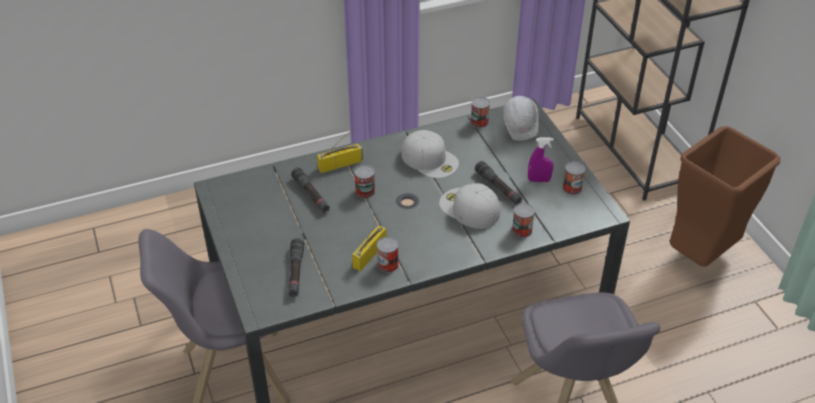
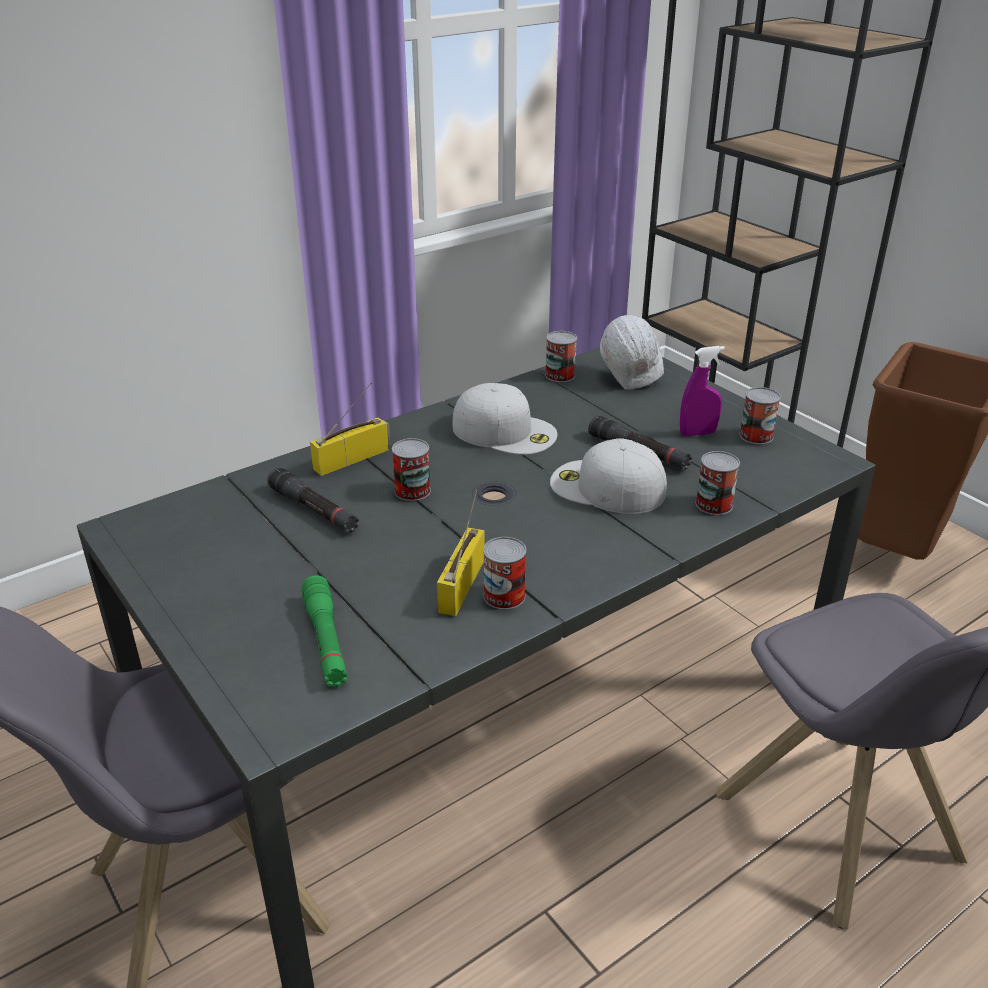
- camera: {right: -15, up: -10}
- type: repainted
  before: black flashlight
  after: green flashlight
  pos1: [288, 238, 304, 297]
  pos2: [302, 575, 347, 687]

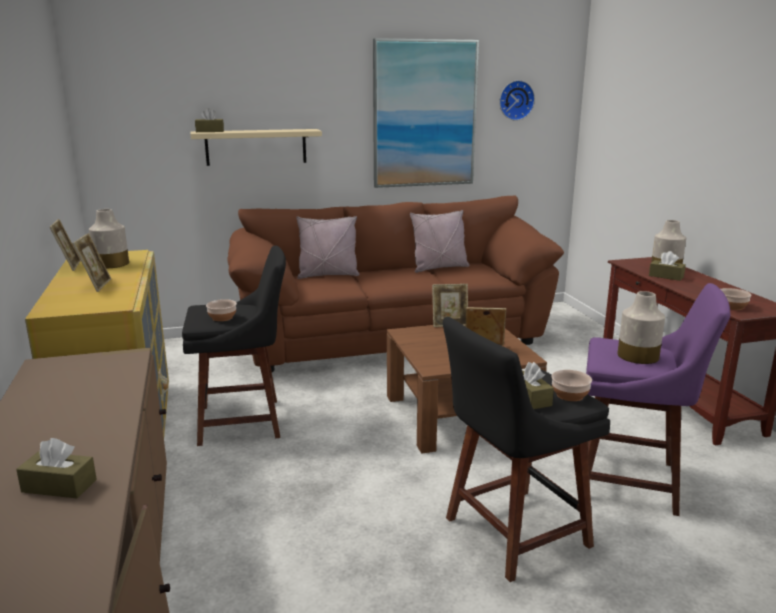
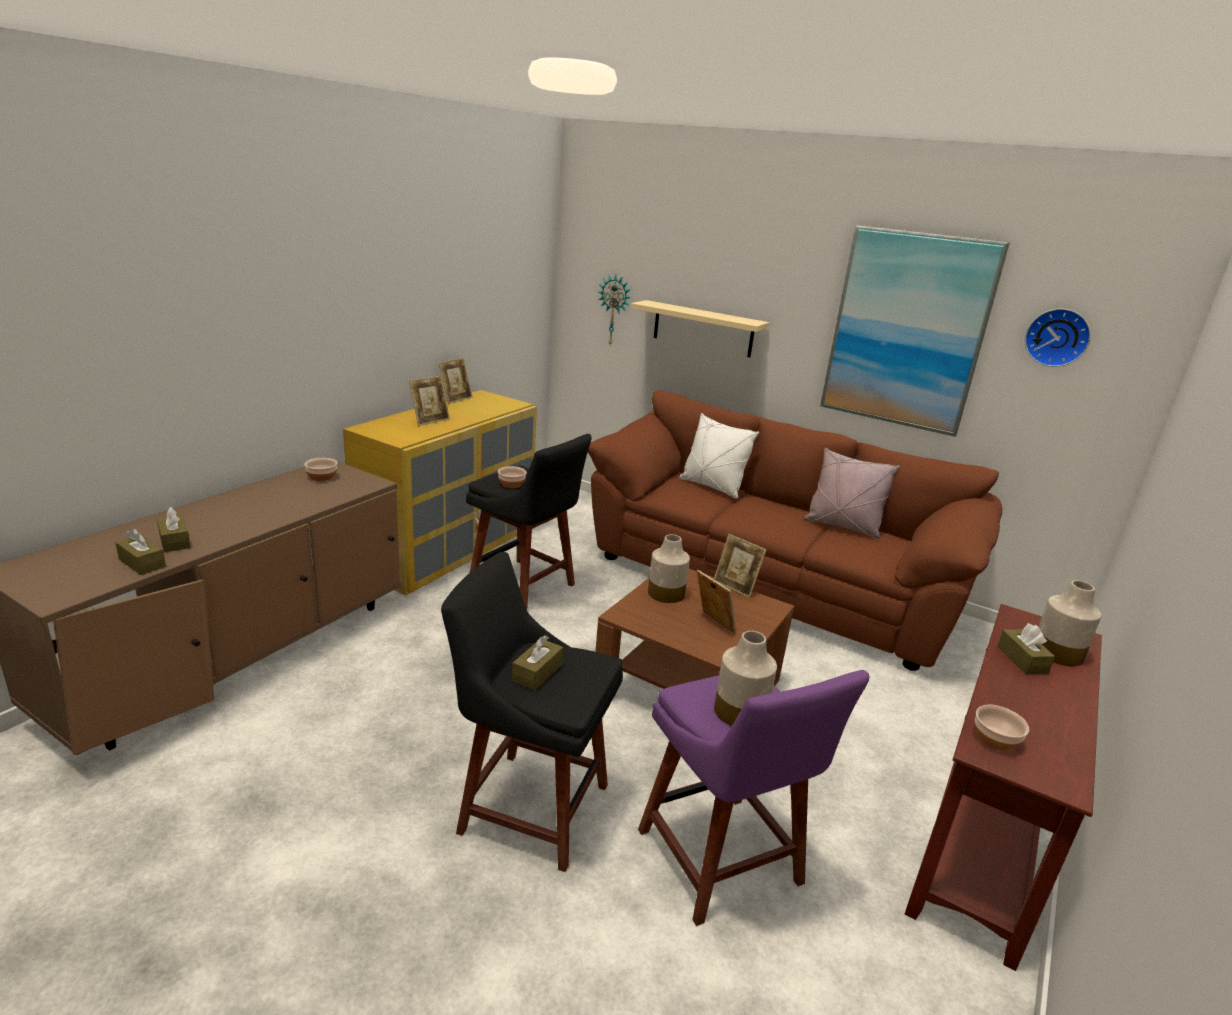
- camera: {right: 45, up: 5}
- type: shifted
  before: brown tissue box
  pos1: [195, 108, 224, 132]
  pos2: [115, 528, 166, 575]
- type: shifted
  before: beige vase
  pos1: [89, 209, 129, 269]
  pos2: [648, 534, 690, 603]
- type: repainted
  before: purple pillow
  after: white pillow
  pos1: [296, 216, 359, 279]
  pos2: [679, 413, 759, 499]
- type: shifted
  before: bowl
  pos1: [551, 370, 592, 401]
  pos2: [304, 458, 338, 481]
- type: new
  after: wall clock
  pos2: [598, 275, 631, 345]

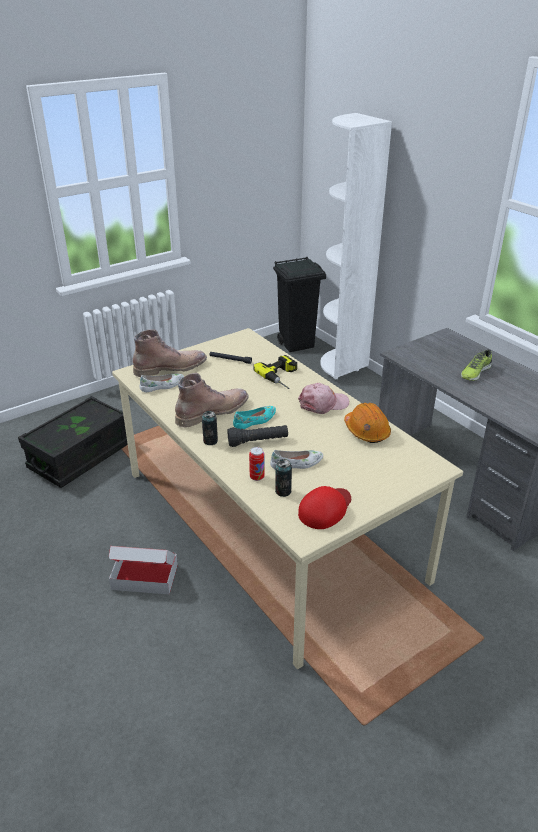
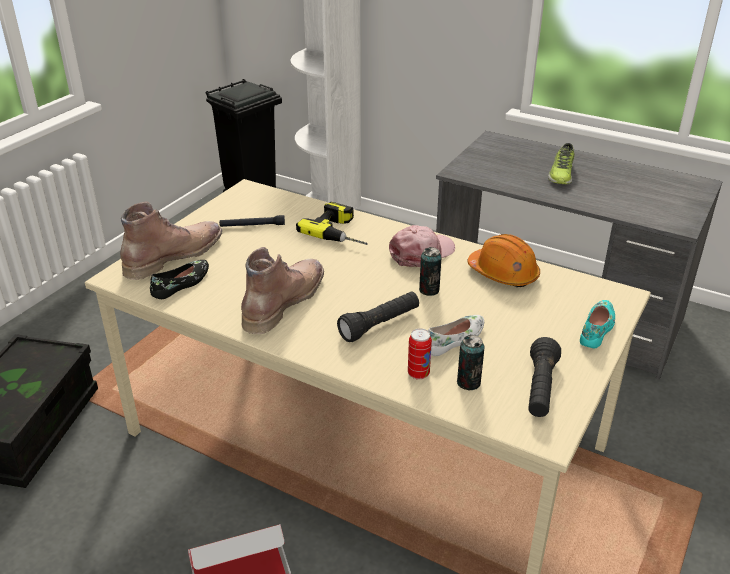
- camera: {right: -25, up: 0}
- type: repainted
  before: white shoe
  after: black shoe
  pos1: [140, 374, 184, 392]
  pos2: [150, 260, 209, 299]
- type: shifted
  before: turquoise shoe
  pos1: [233, 406, 276, 430]
  pos2: [580, 300, 615, 348]
- type: shifted
  before: can
  pos1: [202, 411, 218, 445]
  pos2: [419, 247, 442, 296]
- type: swapped
  before: red cap
  after: black flashlight
  pos1: [298, 486, 351, 529]
  pos2: [528, 337, 561, 417]

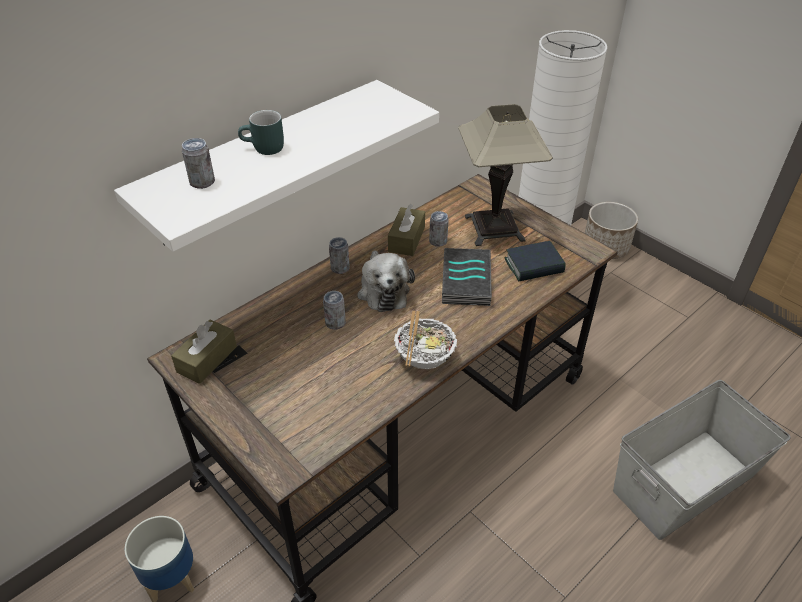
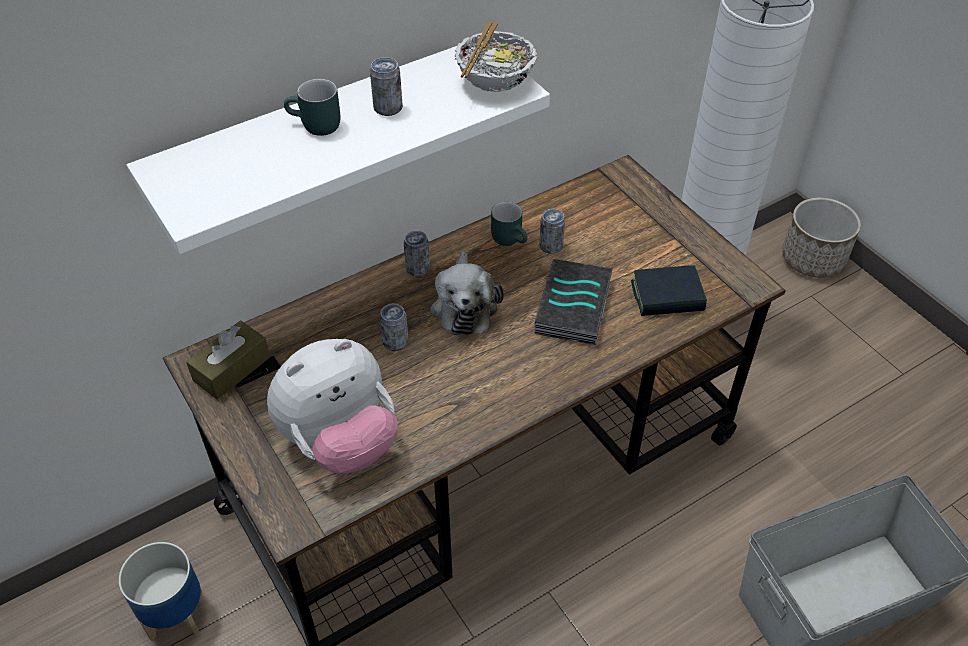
- camera: {right: 10, up: 5}
- type: gone
  before: table lamp
  pos1: [458, 104, 553, 246]
- type: shifted
  before: can
  pos1: [182, 138, 215, 189]
  pos2: [370, 57, 403, 116]
- type: swapped
  before: brown tissue box
  after: turquoise mug
  pos1: [388, 204, 425, 256]
  pos2: [491, 202, 527, 246]
- type: shifted
  before: bowl
  pos1: [394, 311, 457, 369]
  pos2: [454, 21, 537, 92]
- type: new
  after: plush toy
  pos2: [267, 339, 398, 474]

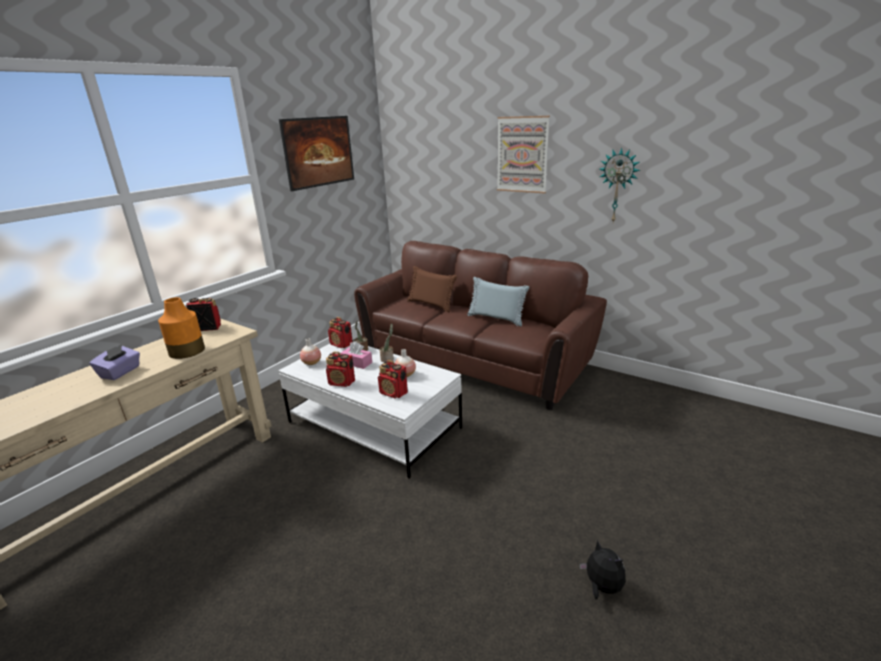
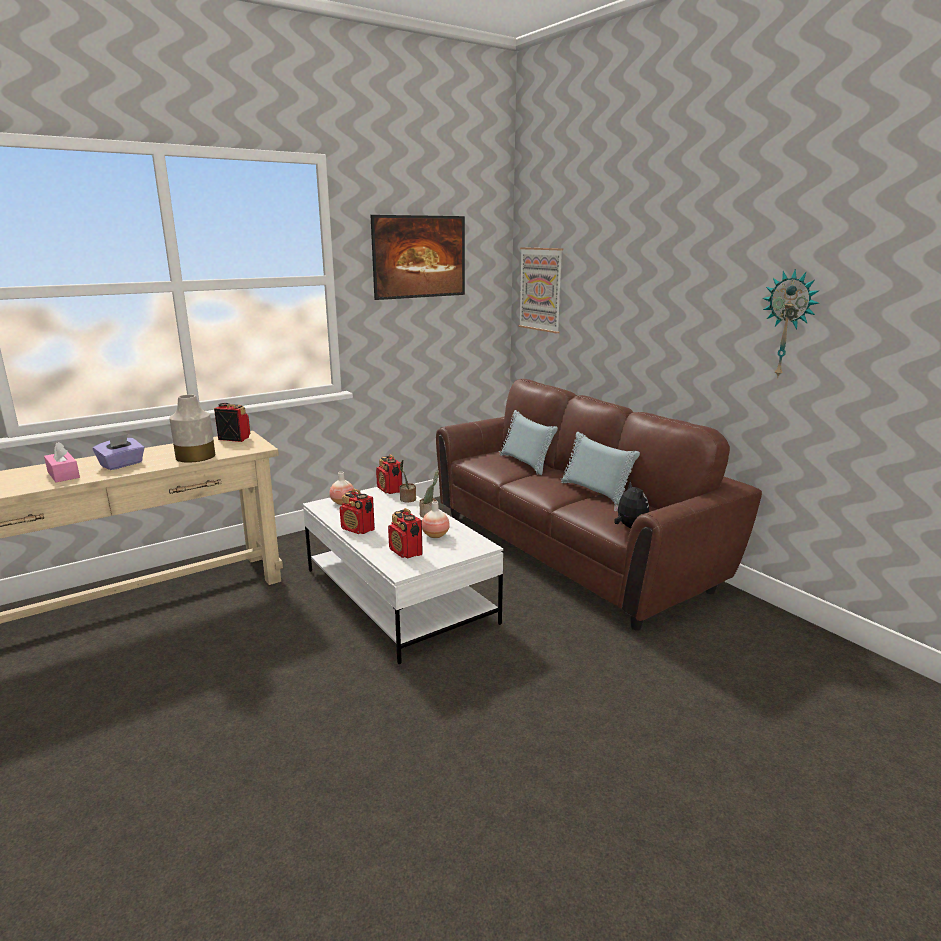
- camera: {right: 20, up: -5}
- type: shifted
  before: picture
  pos1: [497, 116, 550, 193]
  pos2: [518, 247, 563, 333]
- type: repainted
  before: brown pillow
  after: blue pillow
  pos1: [407, 266, 457, 312]
  pos2: [499, 410, 558, 475]
- type: repainted
  before: orange vase
  after: beige vase
  pos1: [158, 297, 205, 359]
  pos2: [169, 395, 215, 463]
- type: shifted
  before: pink tissue box
  pos1: [340, 341, 372, 369]
  pos2: [44, 442, 80, 482]
- type: shifted
  before: plush toy
  pos1: [579, 540, 626, 600]
  pos2: [614, 480, 649, 528]

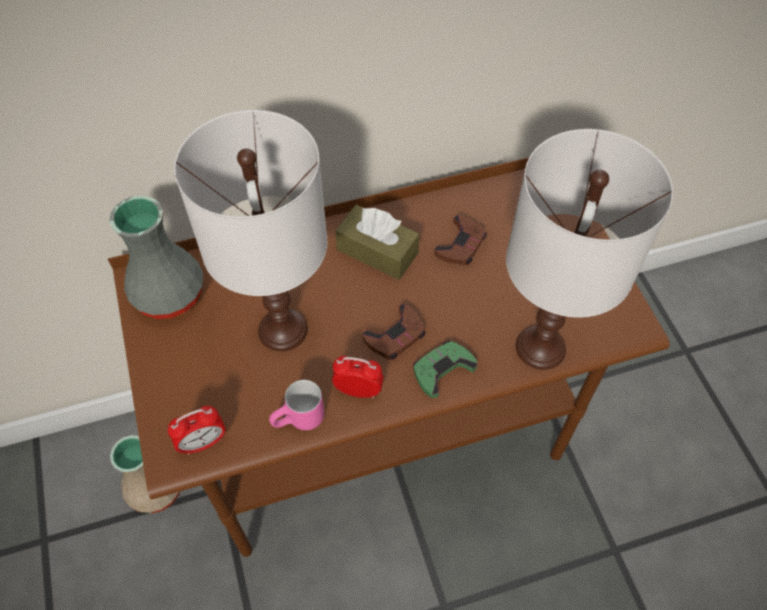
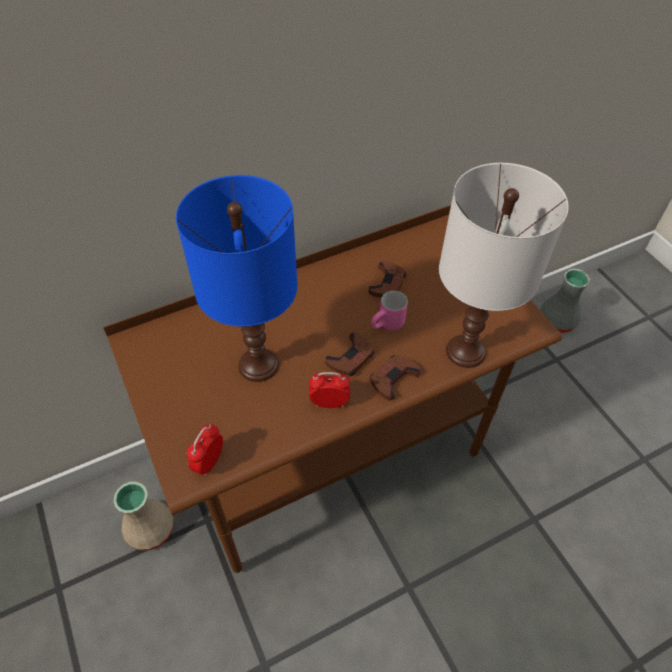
- camera: {right: -10, up: -5}
- type: repainted
  before: white table lamp
  after: blue table lamp
  pos1: [174, 110, 327, 351]
  pos2: [176, 175, 298, 382]
- type: shifted
  before: grey vase
  pos1: [109, 195, 203, 319]
  pos2: [540, 269, 590, 333]
- type: gone
  before: brown tissue box
  pos1: [335, 205, 420, 280]
- type: repainted
  before: green game controller
  after: brown game controller
  pos1: [413, 341, 478, 398]
  pos2: [370, 355, 421, 401]
- type: shifted
  before: pink mug
  pos1: [269, 380, 324, 430]
  pos2: [371, 291, 408, 330]
- type: rotated
  before: alarm clock
  pos1: [168, 406, 226, 455]
  pos2: [187, 424, 223, 476]
  turn: 150

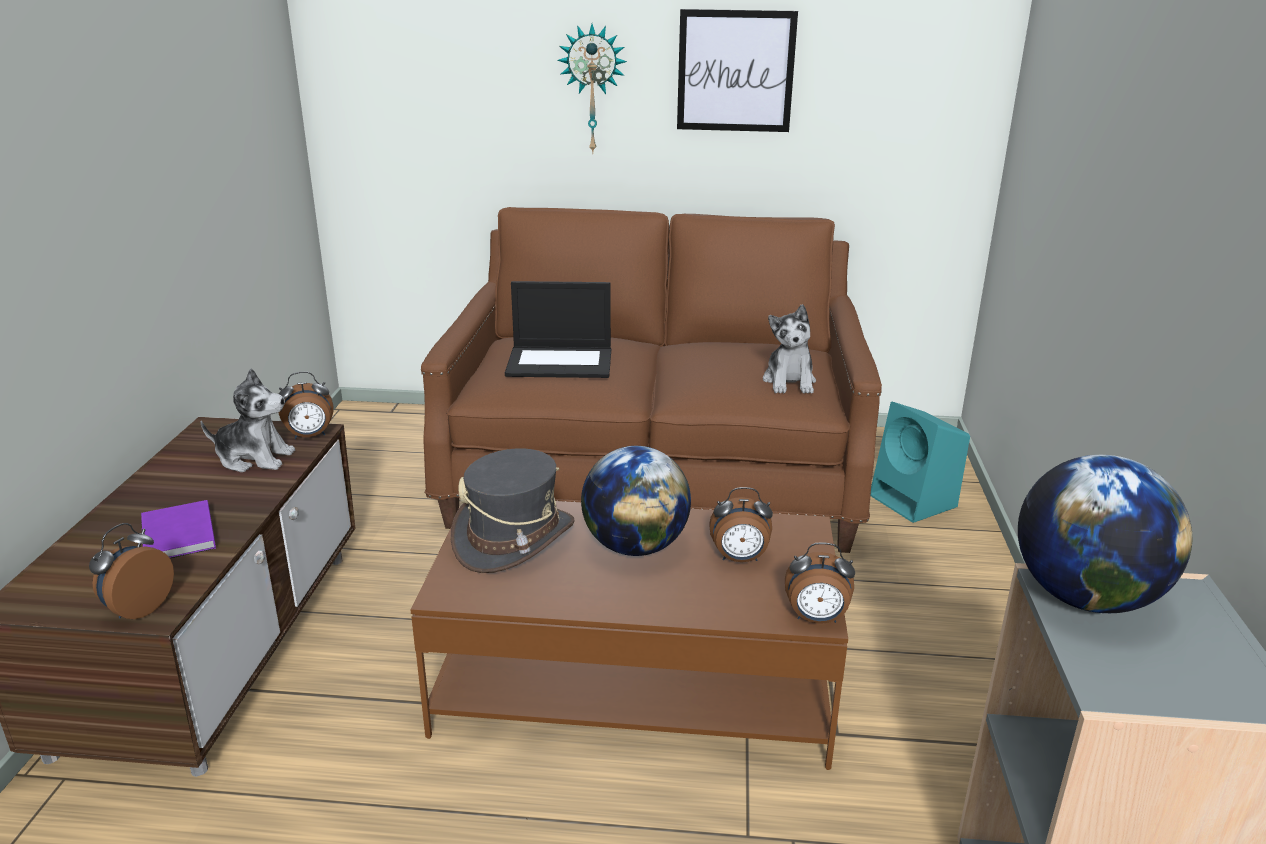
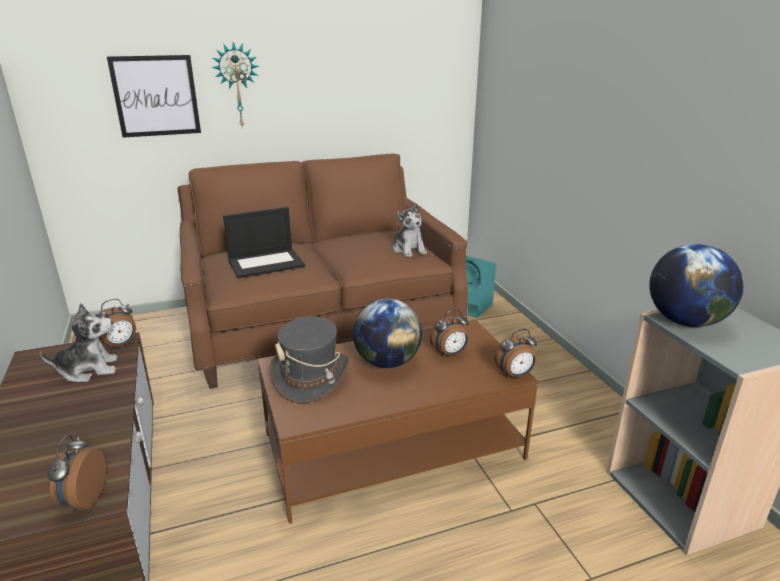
- camera: {right: -25, up: 0}
- type: shifted
  before: picture
  pos1: [677, 9, 798, 132]
  pos2: [107, 55, 201, 138]
- type: gone
  before: purple book
  pos1: [141, 500, 216, 559]

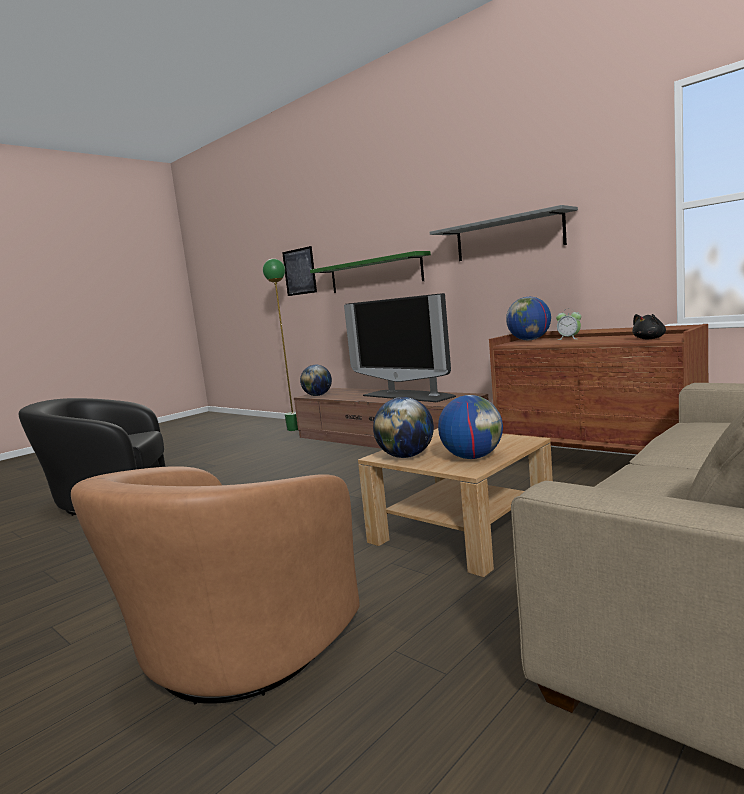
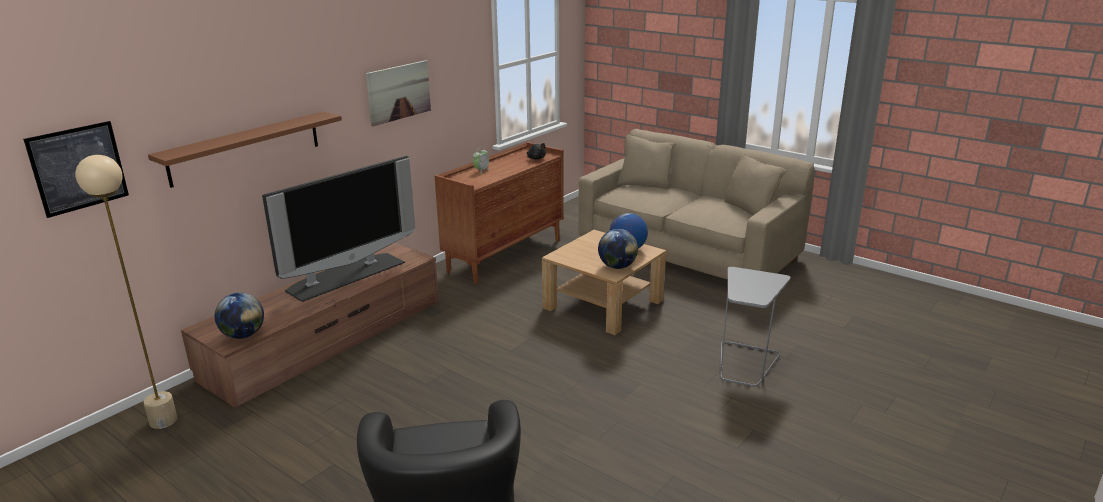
- camera: {right: -95, up: 15}
- type: swapped
  before: grey shelf
  after: picture
  pos1: [430, 205, 578, 261]
  pos2: [366, 60, 431, 126]
- type: repainted
  before: green shelf
  after: brown shelf
  pos1: [310, 251, 431, 293]
  pos2: [148, 111, 342, 188]
- type: repainted
  before: green floor lamp
  after: beige floor lamp
  pos1: [263, 259, 298, 431]
  pos2: [75, 155, 177, 429]
- type: gone
  before: globe
  pos1: [506, 297, 551, 340]
- type: swapped
  before: brown armchair
  after: grey side table
  pos1: [71, 466, 360, 705]
  pos2: [720, 267, 791, 387]

